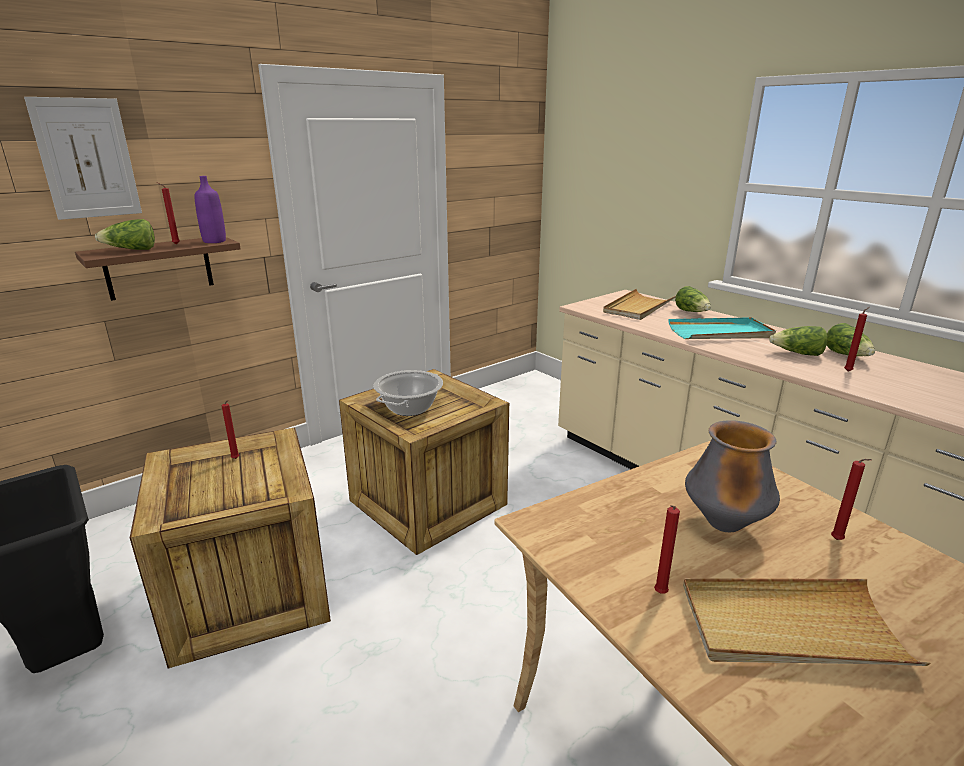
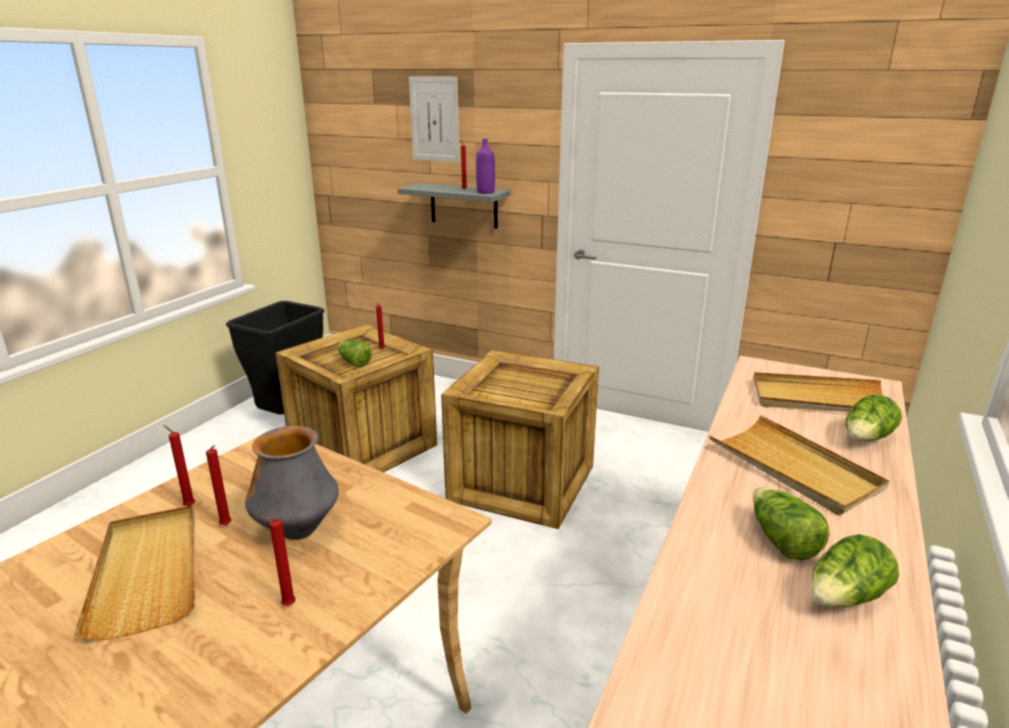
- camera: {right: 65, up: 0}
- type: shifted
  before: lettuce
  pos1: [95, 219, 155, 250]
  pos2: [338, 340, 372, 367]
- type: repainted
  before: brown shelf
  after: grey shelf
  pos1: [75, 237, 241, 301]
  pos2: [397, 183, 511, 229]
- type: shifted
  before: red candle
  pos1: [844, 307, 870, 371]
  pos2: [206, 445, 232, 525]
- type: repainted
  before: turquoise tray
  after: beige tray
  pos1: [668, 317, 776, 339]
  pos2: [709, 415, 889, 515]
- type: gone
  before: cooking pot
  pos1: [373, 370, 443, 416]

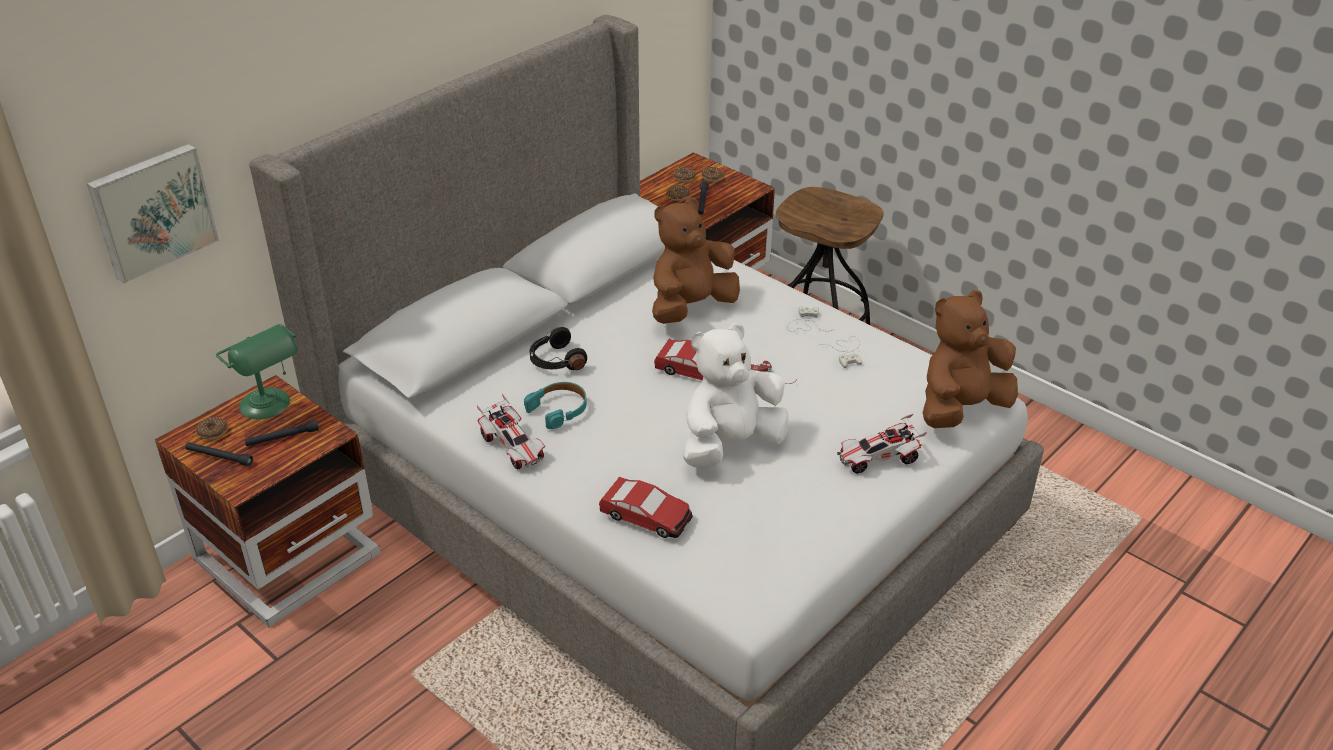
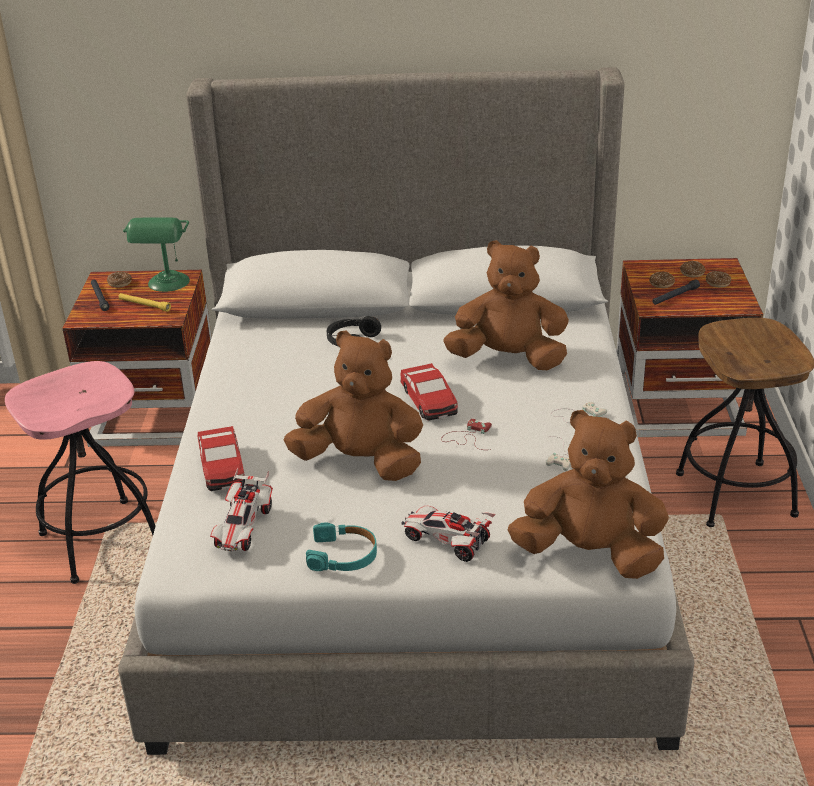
- camera: {right: 50, up: -5}
- type: gone
  before: picture
  pos1: [87, 144, 219, 284]
- type: repainted
  before: white plush toy
  after: brown plush toy
  pos1: [683, 323, 788, 467]
  pos2: [283, 330, 423, 481]
- type: shifted
  before: turquoise headphones
  pos1: [524, 382, 587, 429]
  pos2: [306, 523, 377, 571]
- type: shifted
  before: toy car
  pos1: [477, 394, 545, 470]
  pos2: [210, 468, 273, 552]
- type: repainted
  before: black flashlight
  after: yellow flashlight
  pos1: [245, 420, 319, 446]
  pos2: [118, 293, 171, 312]
- type: new
  after: pink stool
  pos2: [5, 361, 156, 584]

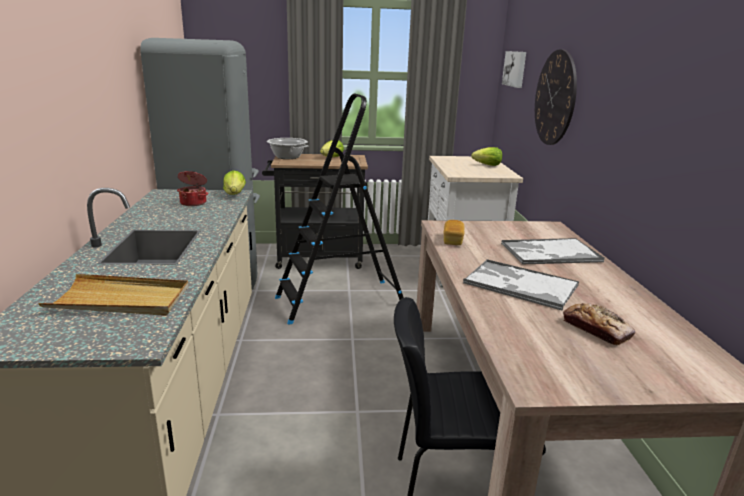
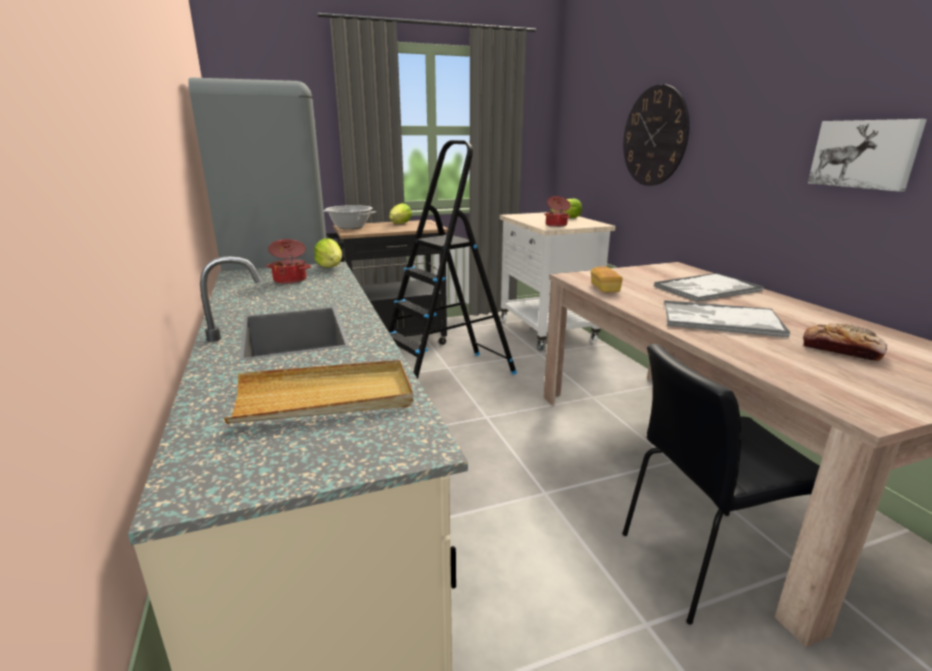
- camera: {right: -15, up: 0}
- type: shifted
  before: picture
  pos1: [502, 51, 526, 88]
  pos2: [808, 119, 927, 192]
- type: new
  after: cooking pot
  pos2: [544, 196, 570, 227]

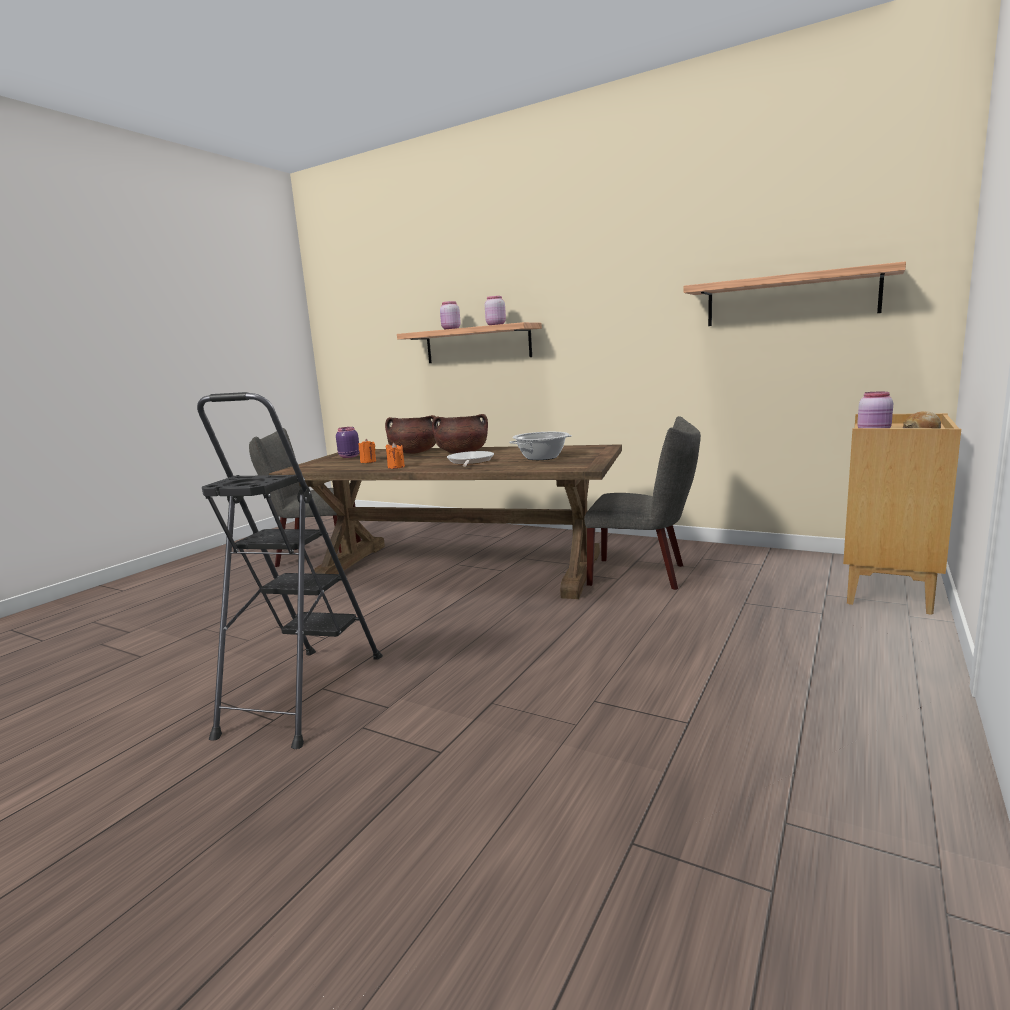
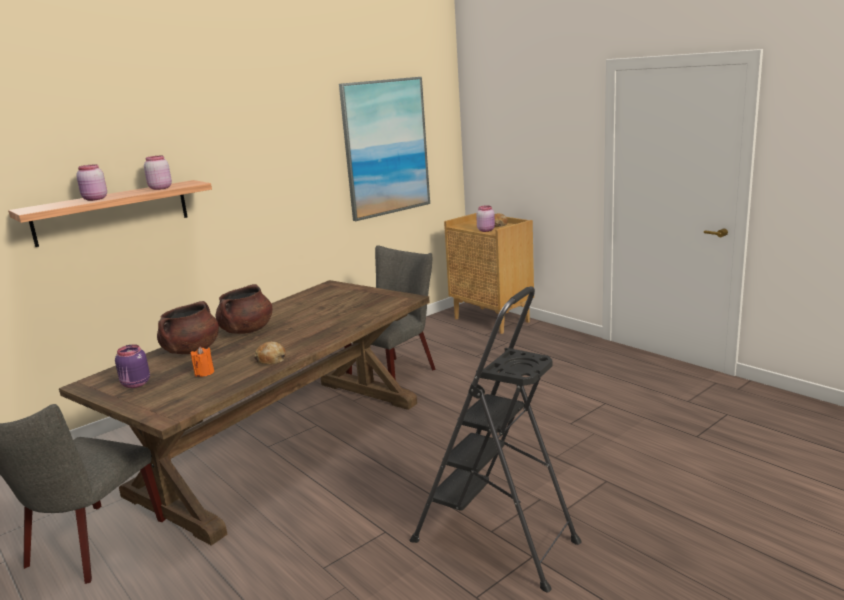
- camera: {right: -70, up: 5}
- type: swapped
  before: shelf
  after: picture
  pos1: [684, 261, 906, 326]
  pos2: [339, 77, 430, 221]
- type: gone
  before: cooking pot
  pos1: [509, 432, 572, 460]
- type: swapped
  before: orange candle
  after: bread
  pos1: [385, 443, 405, 469]
  pos2: [254, 342, 286, 365]
- type: gone
  before: frying pan
  pos1: [447, 451, 494, 467]

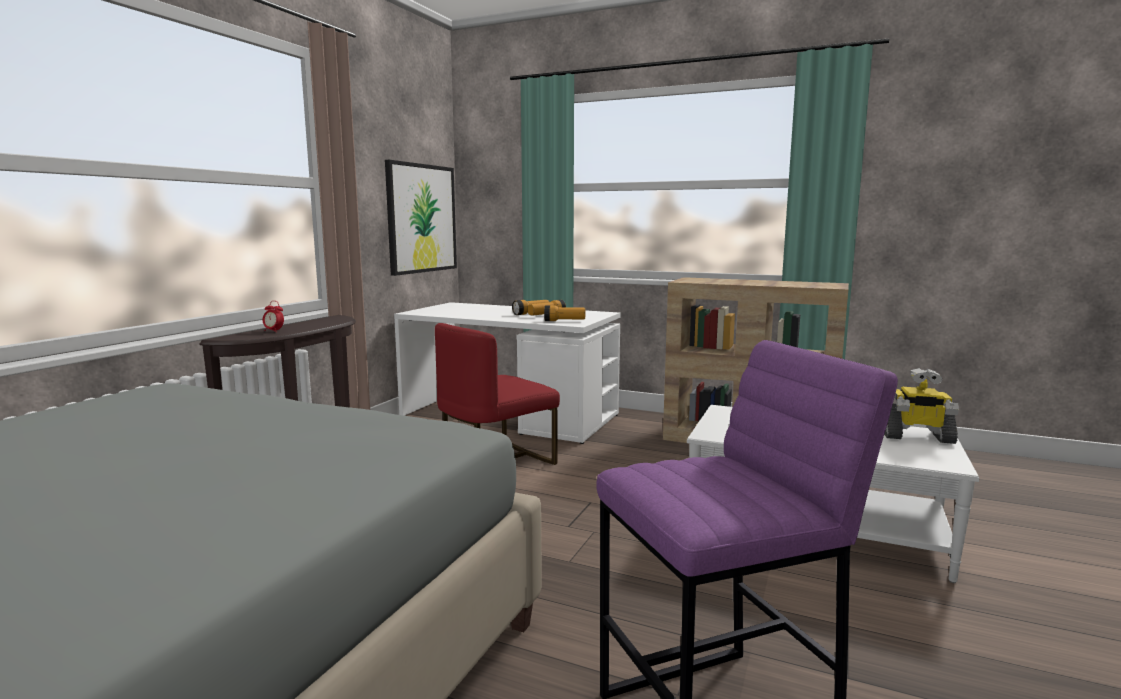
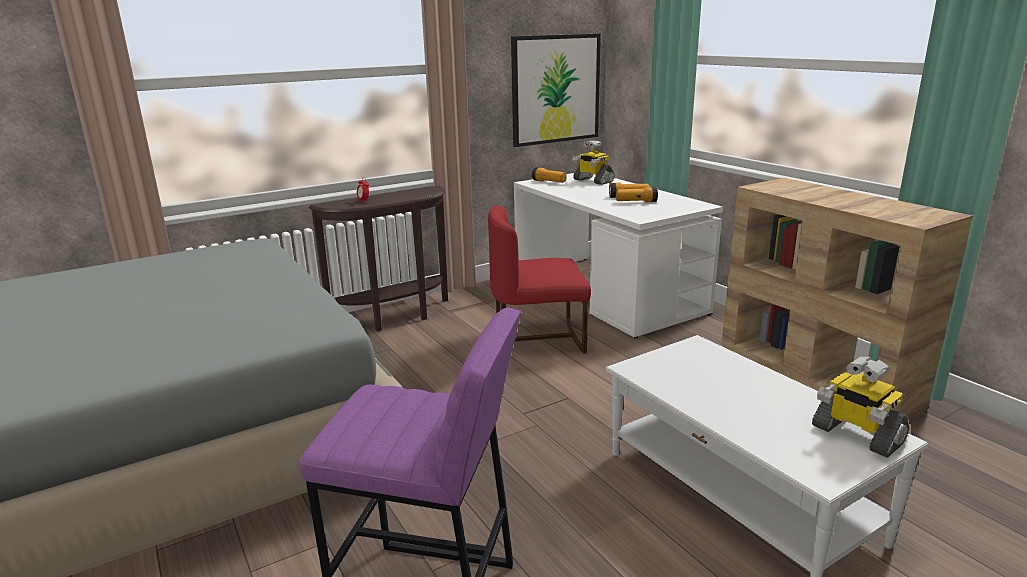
- camera: {right: 35, up: 10}
- type: shifted
  before: flashlight
  pos1: [544, 305, 585, 321]
  pos2: [532, 167, 566, 183]
- type: new
  after: toy robot
  pos2: [572, 140, 615, 185]

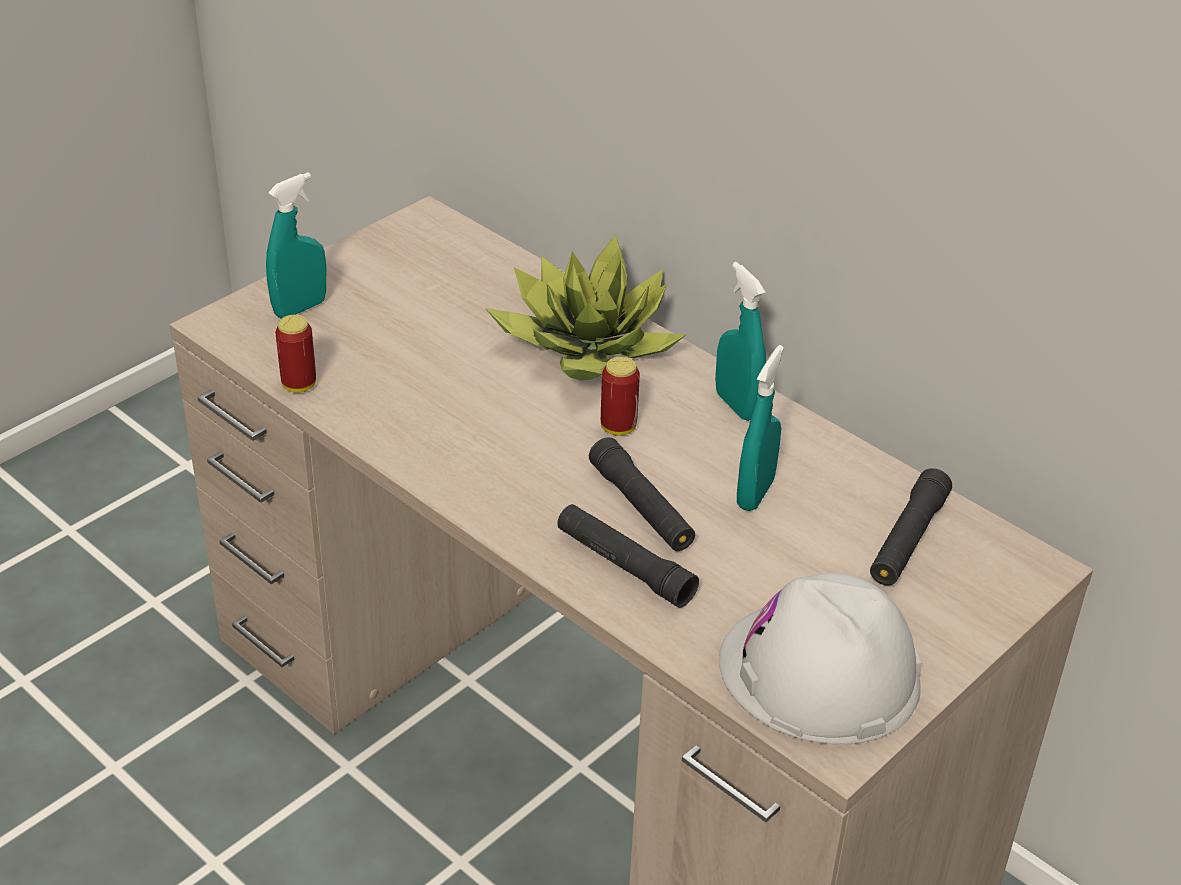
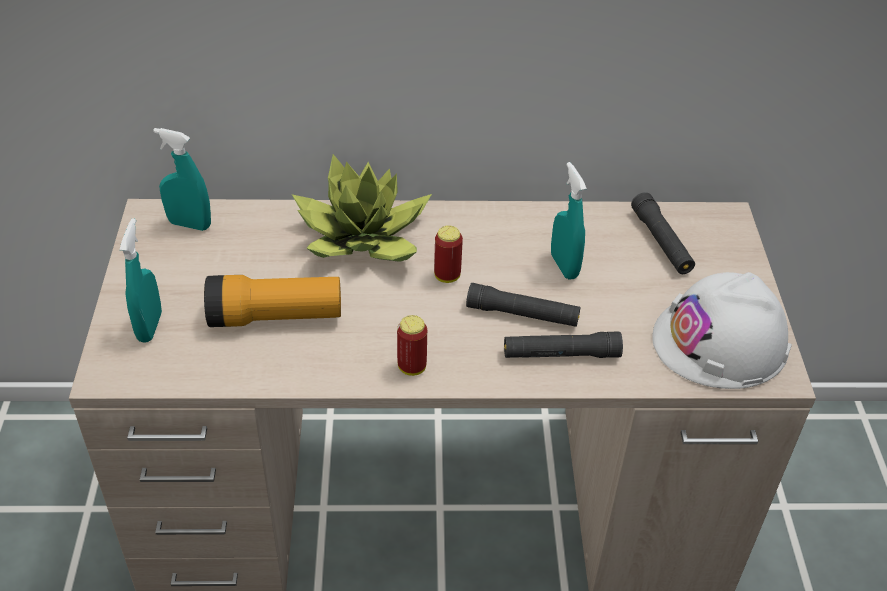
- camera: {right: -45, up: 5}
- type: shifted
  before: turquoise spray bottle
  pos1: [715, 262, 766, 421]
  pos2: [153, 128, 211, 231]
- type: shifted
  before: can
  pos1: [276, 315, 316, 393]
  pos2: [397, 315, 427, 376]
- type: new
  after: flashlight
  pos2: [204, 275, 341, 327]

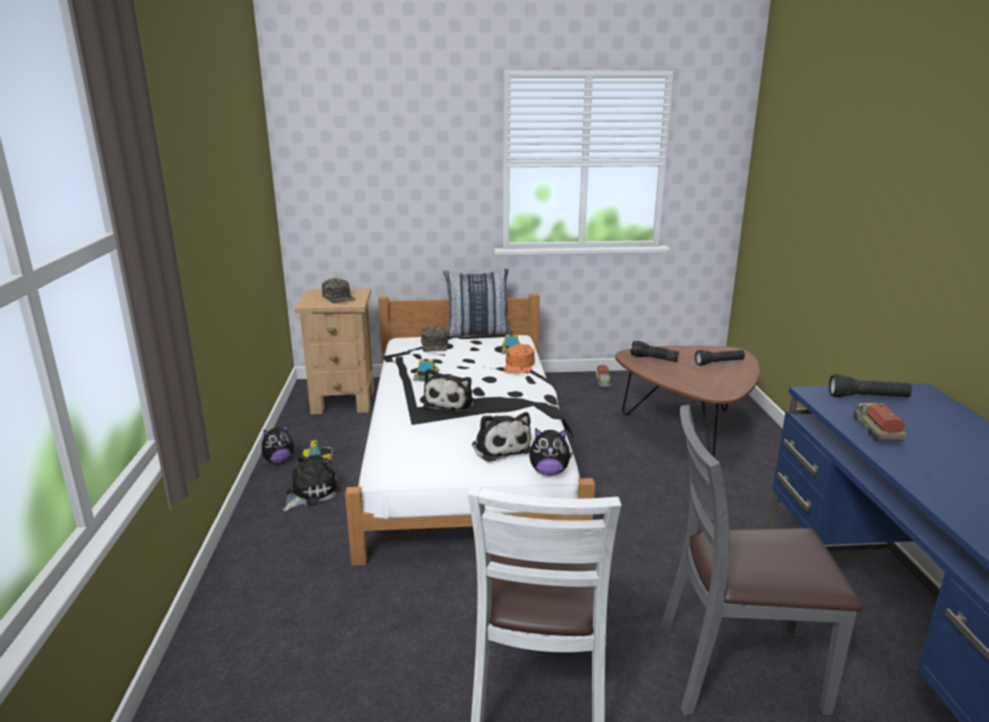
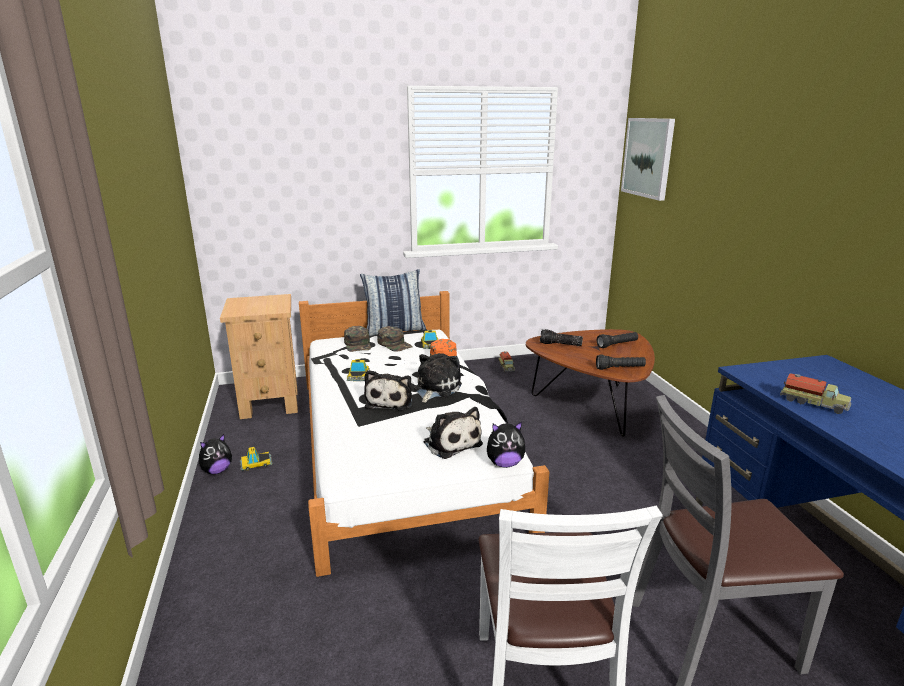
- camera: {right: -10, up: 0}
- type: shifted
  before: green cap
  pos1: [322, 278, 356, 303]
  pos2: [377, 326, 413, 352]
- type: shifted
  before: black flashlight
  pos1: [829, 374, 912, 397]
  pos2: [596, 355, 646, 370]
- type: rotated
  before: toy truck
  pos1: [853, 403, 906, 442]
  pos2: [780, 373, 851, 414]
  turn: 135
- type: shifted
  before: plush toy
  pos1: [283, 454, 341, 511]
  pos2: [414, 353, 462, 403]
- type: new
  after: picture
  pos2: [621, 118, 675, 201]

